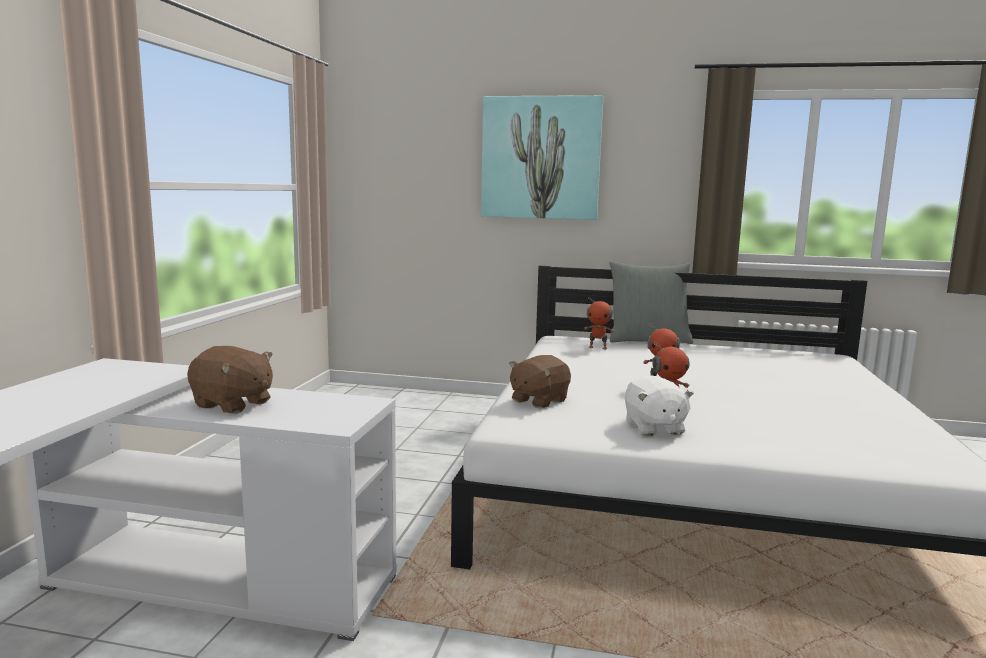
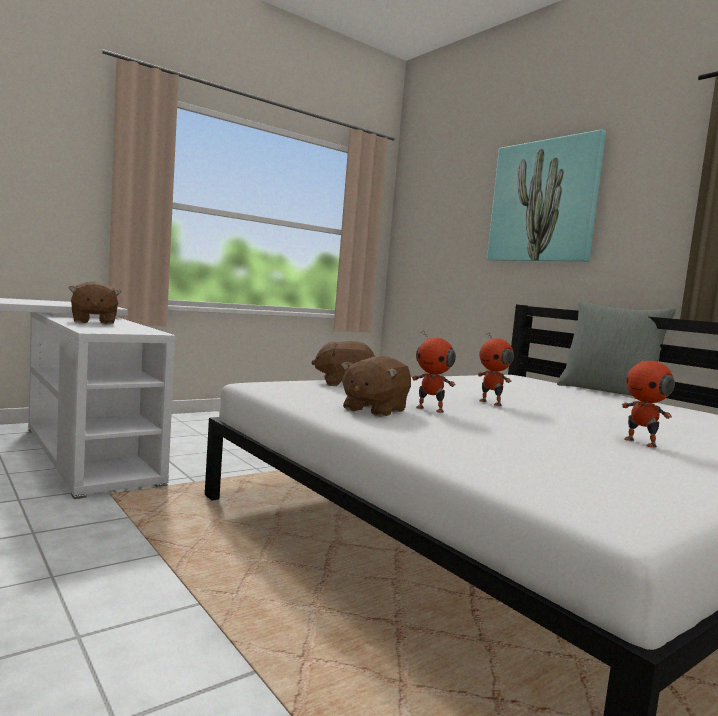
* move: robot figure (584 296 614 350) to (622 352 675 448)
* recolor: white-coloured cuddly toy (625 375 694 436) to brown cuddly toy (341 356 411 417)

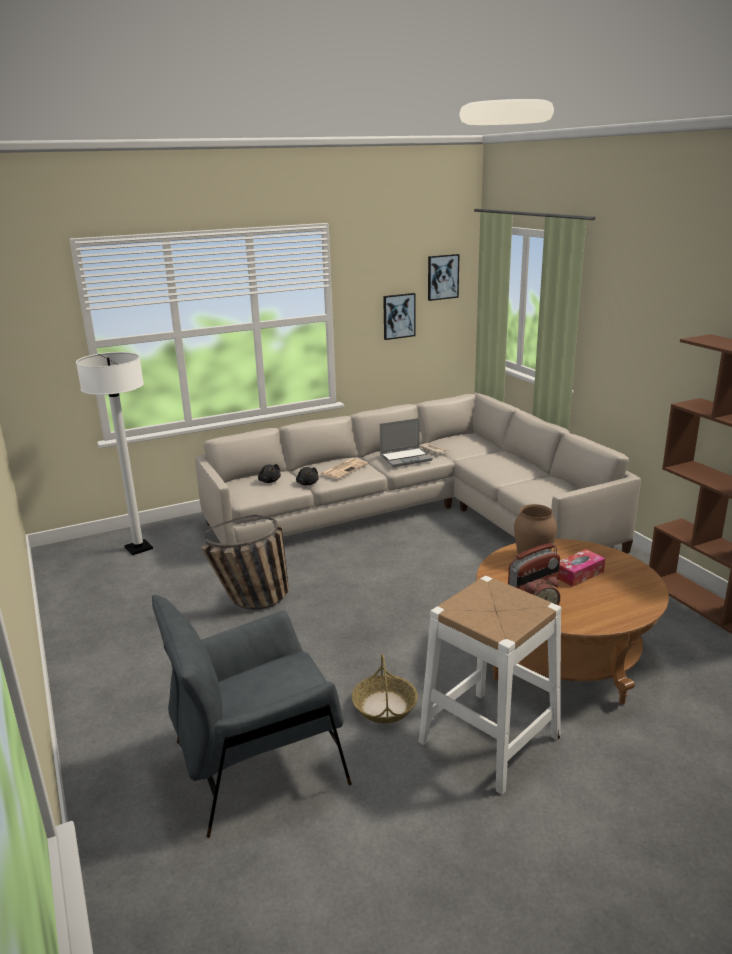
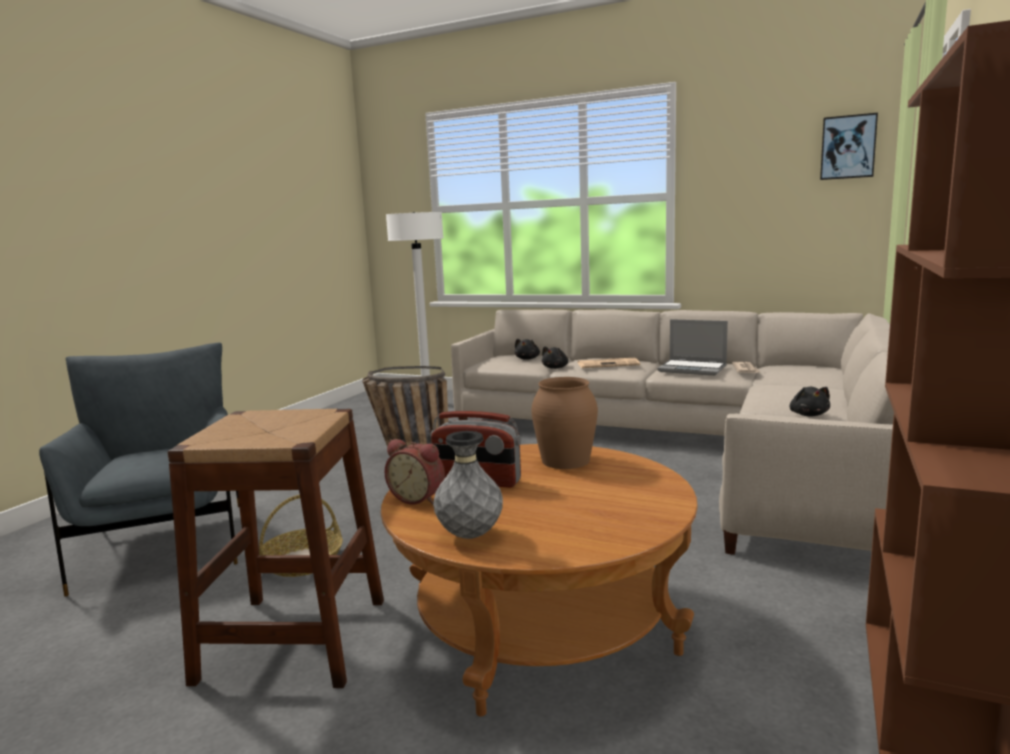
* delete: wall picture (383 293 416 340)
* delete: box of tissues (558 549 605 587)
* recolor: white-coloured stool seat (419 576 562 795) to brown stool seat (167 409 384 688)
* rotate: greyish easy chair (152 595 352 838) = (39 343 239 597) 45 degrees clockwise
* insert: black cuddly toy (790 386 830 417)
* insert: greyish flower vase (433 431 503 539)

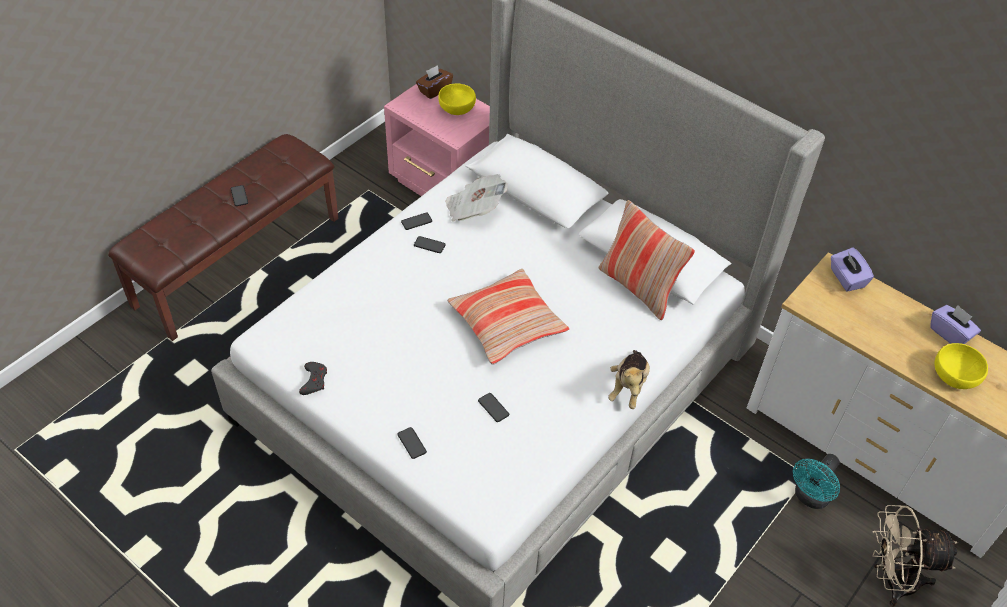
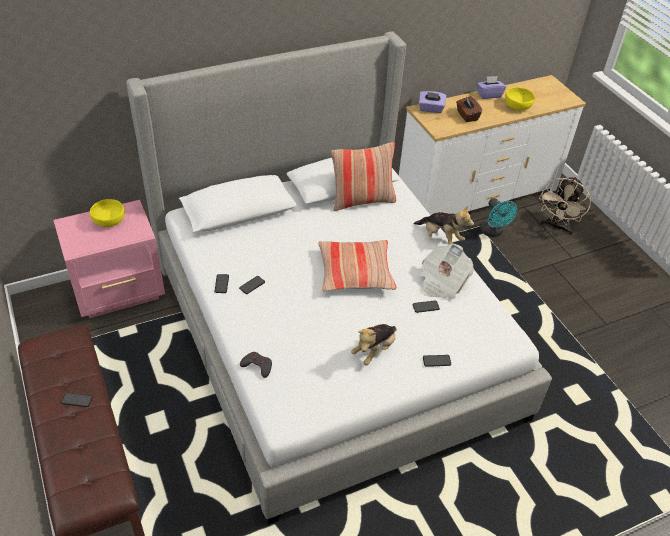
* move: brown box of tissues (416 65 453 99) to (456 96 482 122)
* move: printed paper (445 174 508 222) to (420 244 474 299)
* move: greyish joypad (299 362 327 395) to (240 352 272 378)
* insert: cuddly toy (351 324 396 365)

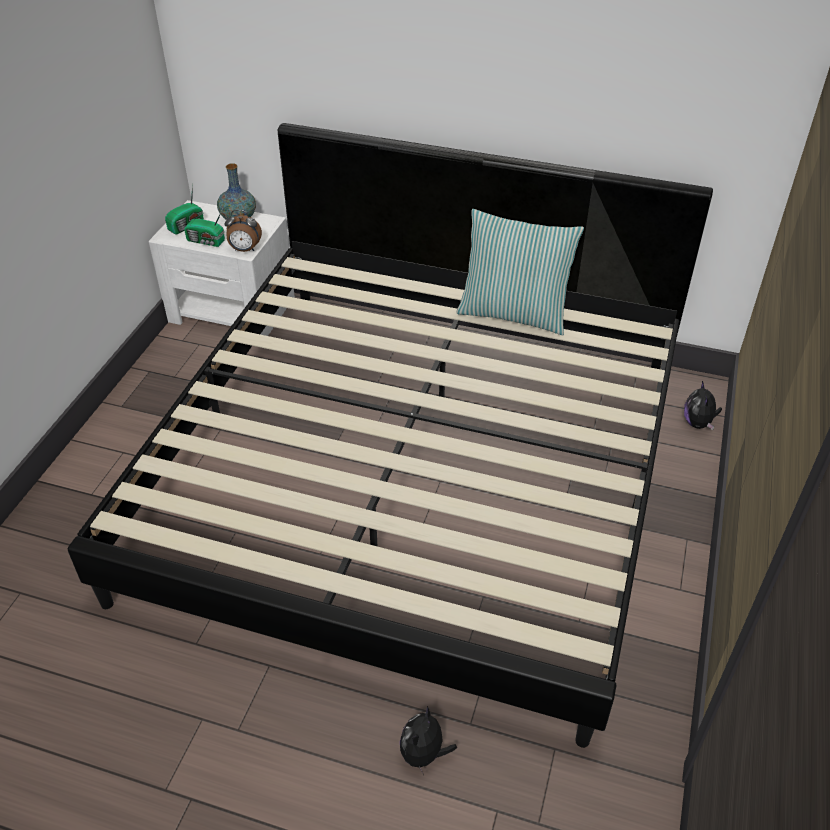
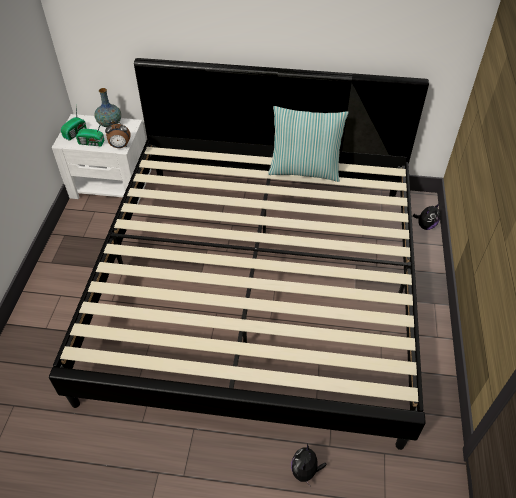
* rotate: cuddly toy (684 381 722 430) = (413 204 440 230) 120 degrees counterclockwise

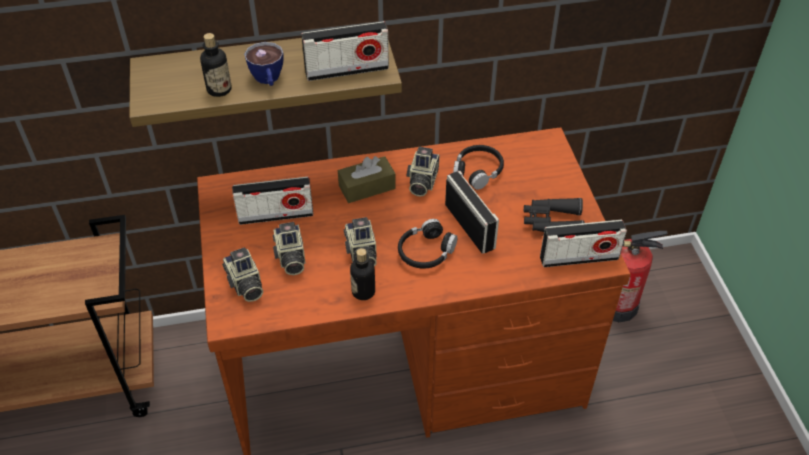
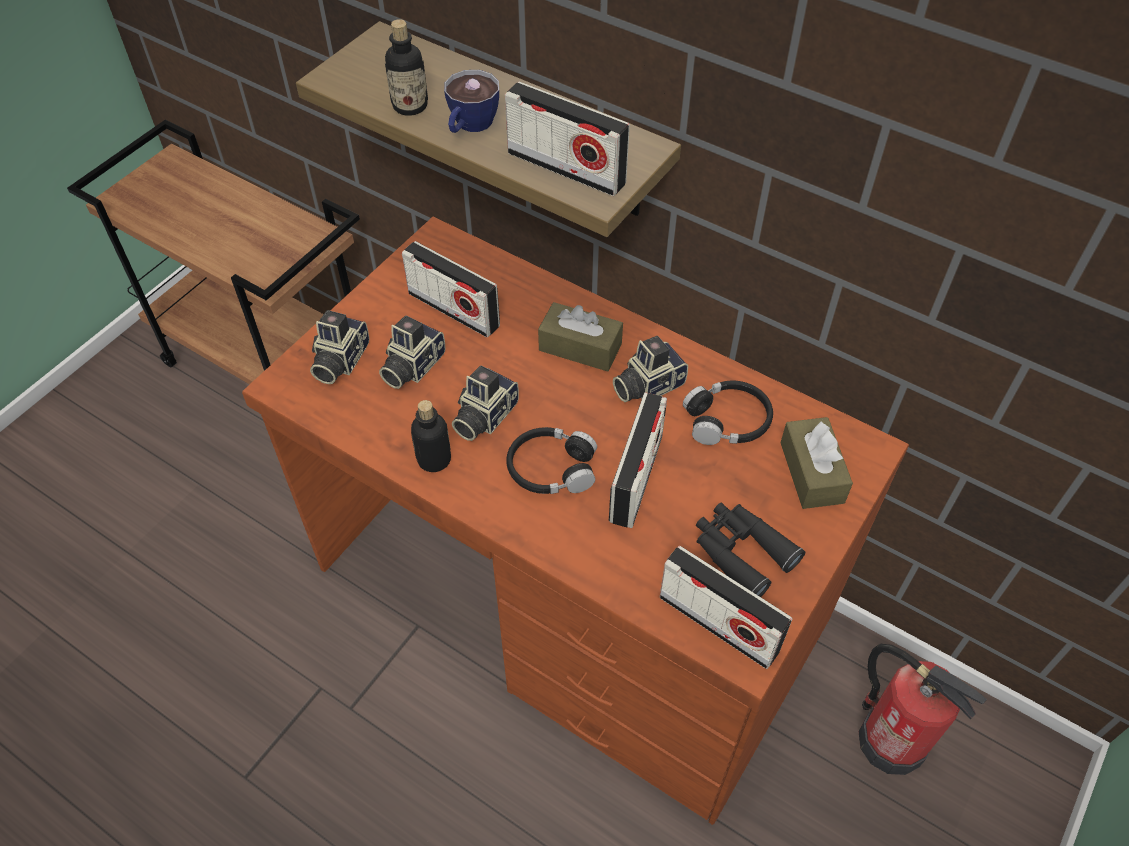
* insert: brown box of tissues (780 417 853 509)

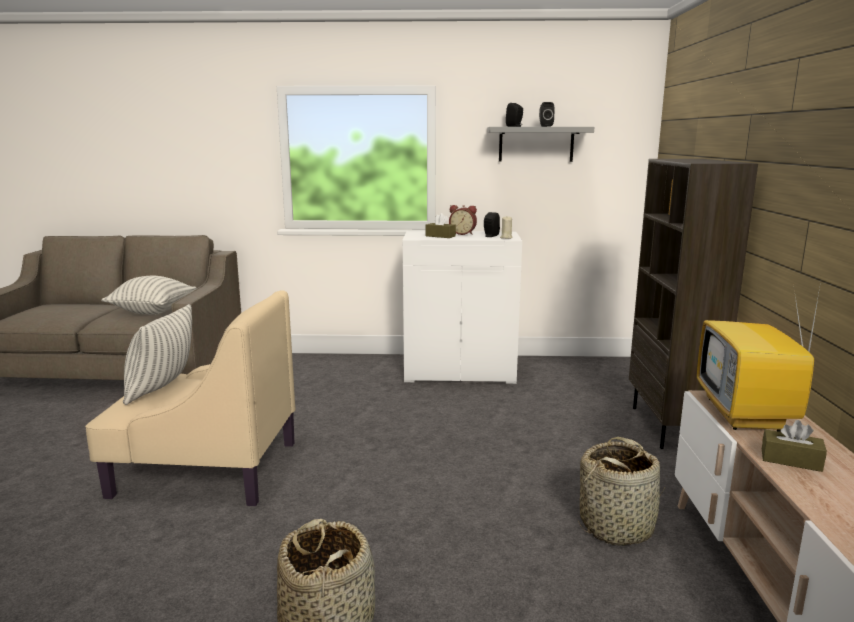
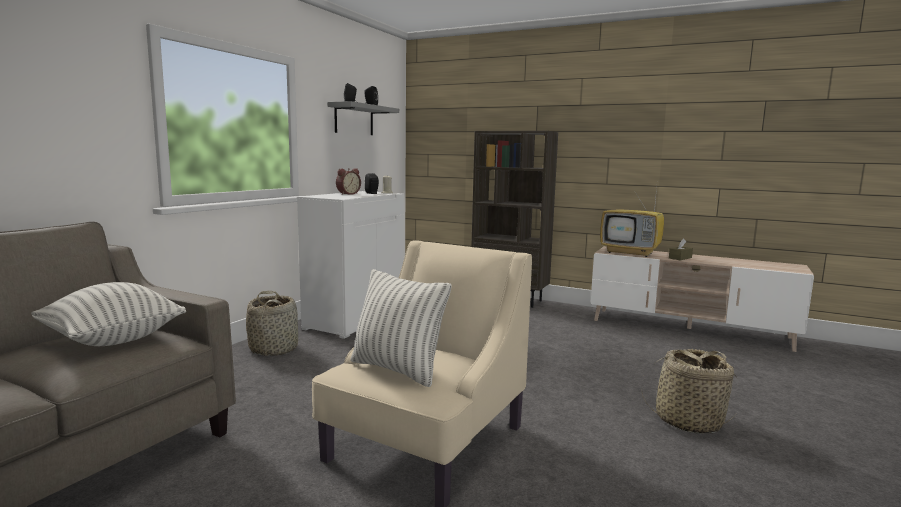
* delete: brown box of tissues (426 213 456 238)
* move: storage basket (578 437 665 546) to (246 291 298 356)

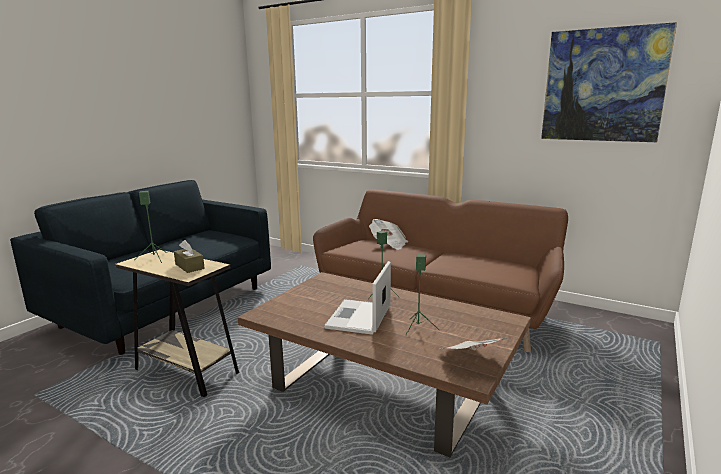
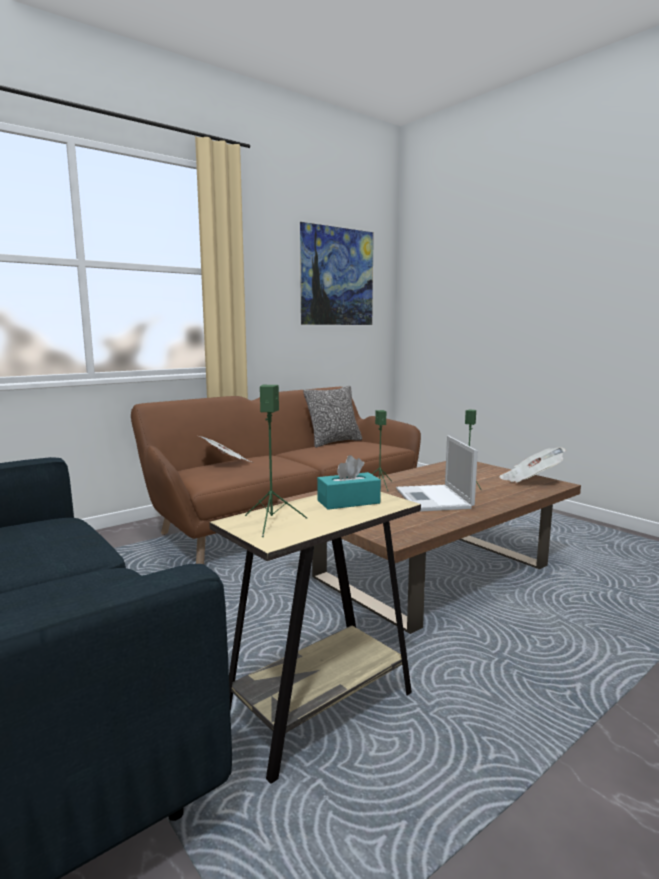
* recolor: brown box of tissues (174 240 205 273) to blue-green box of tissues (317 455 381 510)
* rotate: portable computer (324 261 391 335) = (396 435 478 512) 45 degrees clockwise
* insert: throw pillow (303 386 362 448)

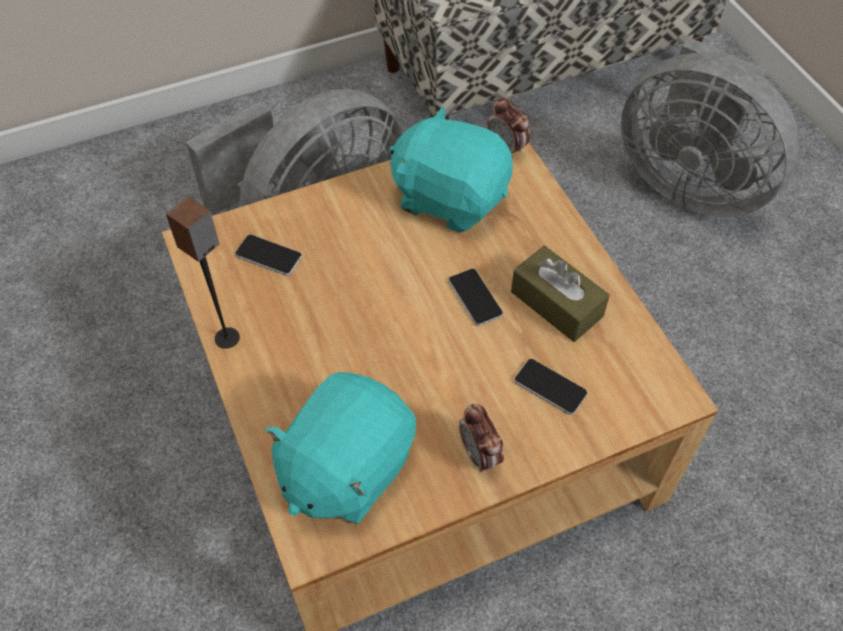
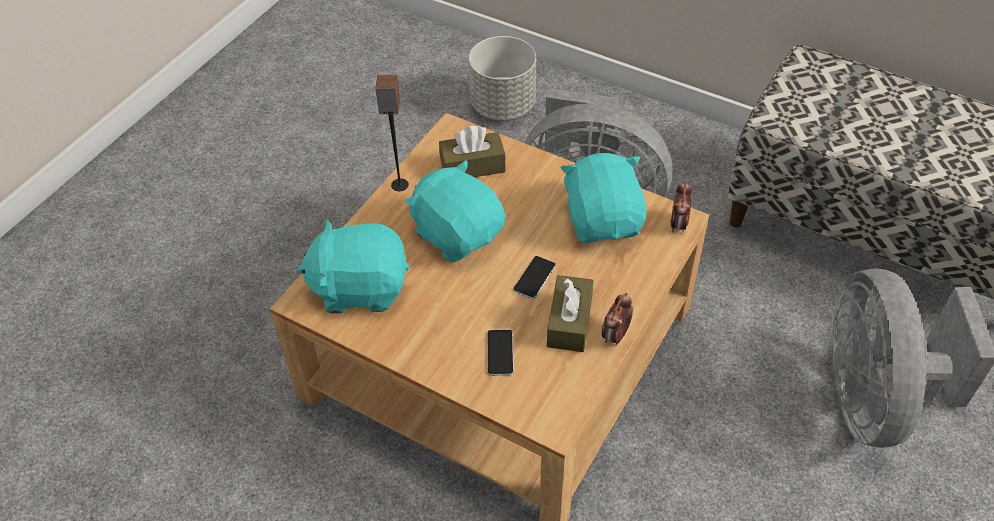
* replace: telephone (235 235 302 276) to brown box of tissues (439 126 506 177)
* move: bedside clock (459 404 504 472) to (601 293 633 346)
* insert: greyish plant pot (469 36 536 120)
* insert: blue-green cuddly toy (405 160 505 262)

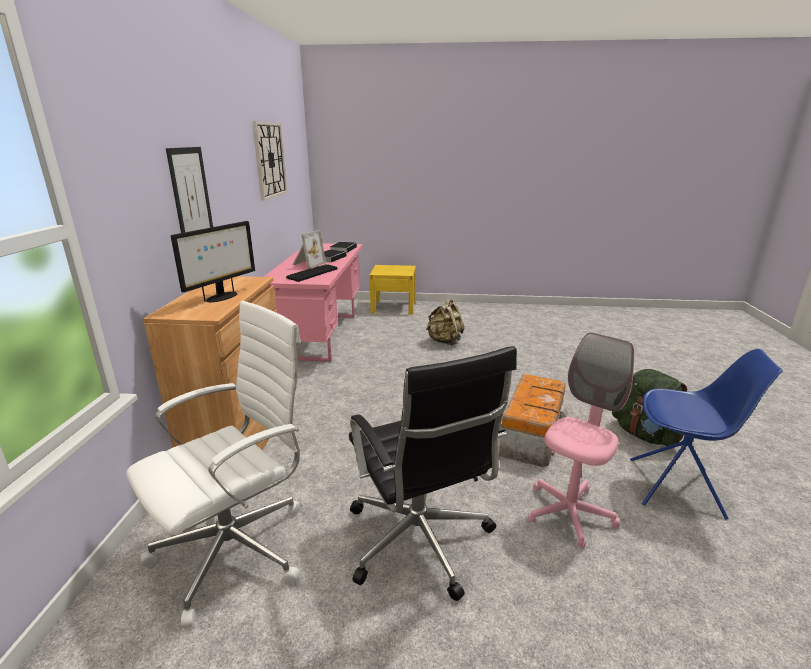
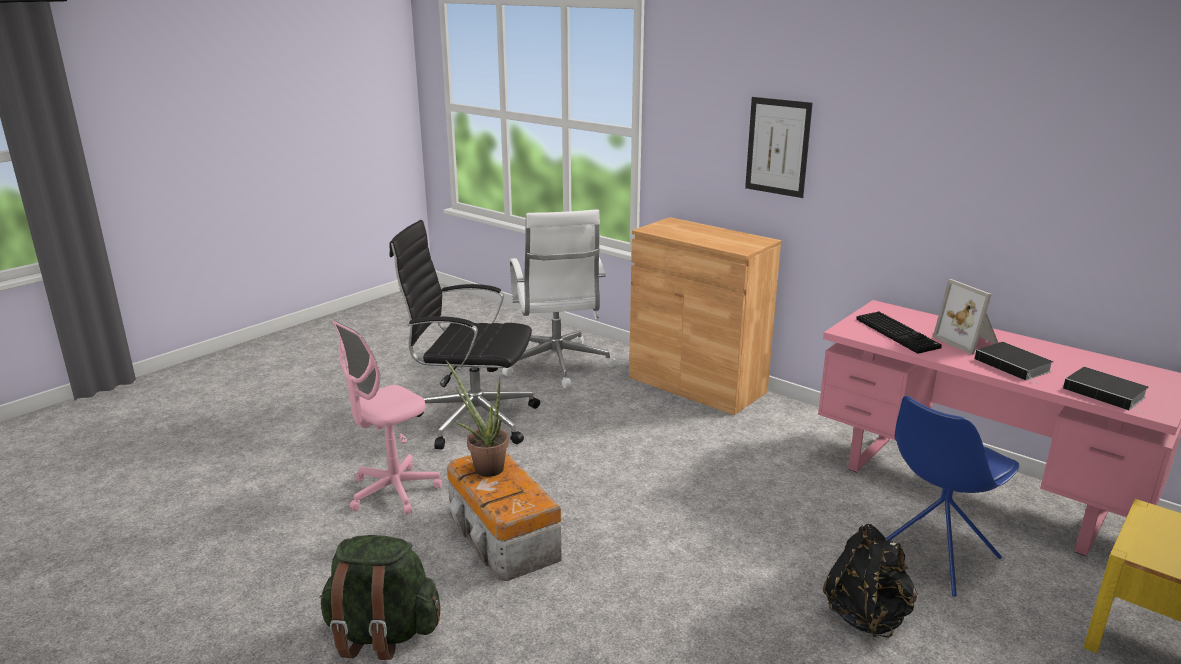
* delete: hanging clock (252 121 287 200)
* delete: computer screen (171 221 255 302)
* recolor: sand-coloured rucksack (426 300 464 346) to black rucksack (823 524 917 638)
* rotate: pink computer chair (528 332 634 549) = (332 320 442 515) 60 degrees clockwise
* move: blue-coloured chair (630 349 783 520) to (886 396 1020 597)
* insert: potted plant (446 360 509 477)

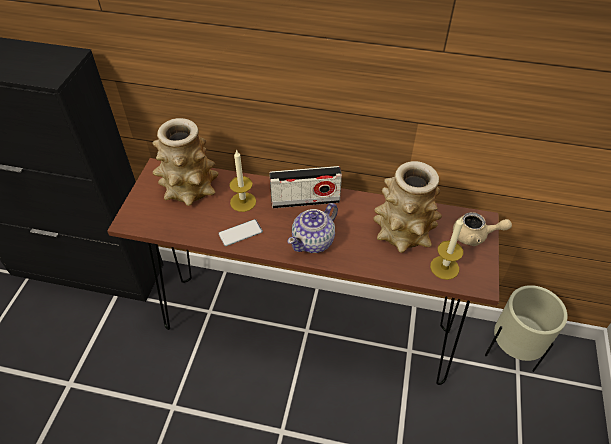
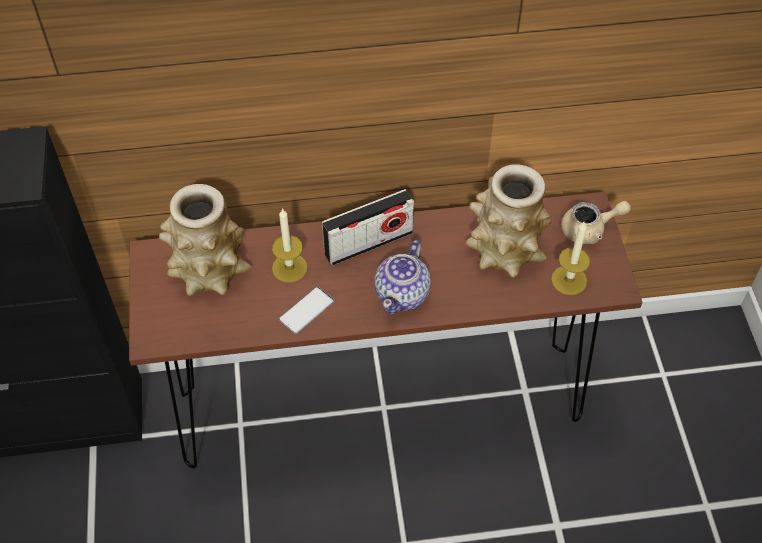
* delete: sand-coloured plant pot (485 285 568 372)

